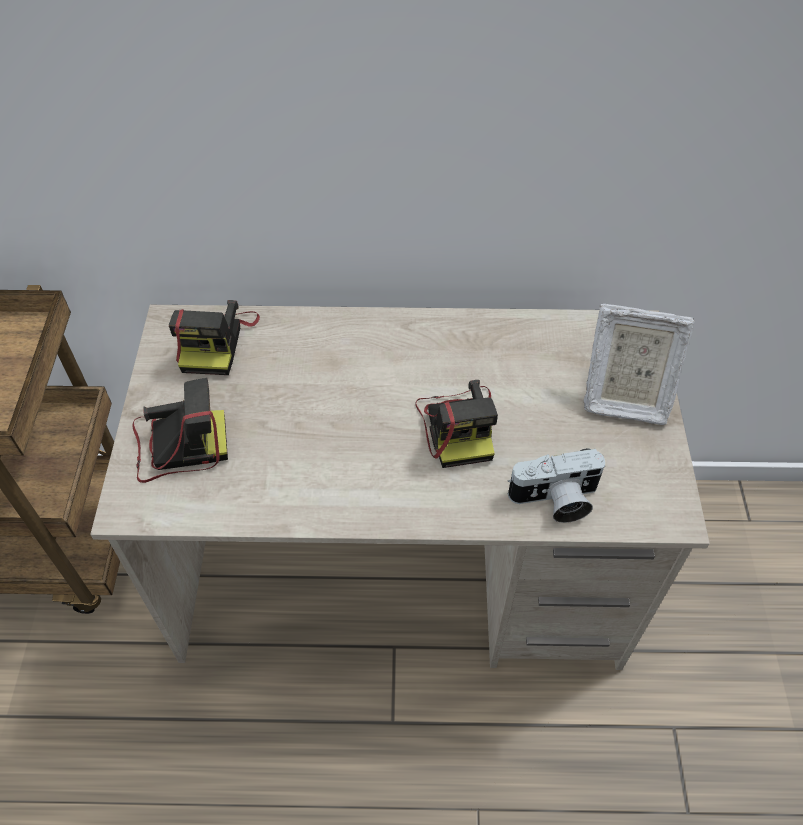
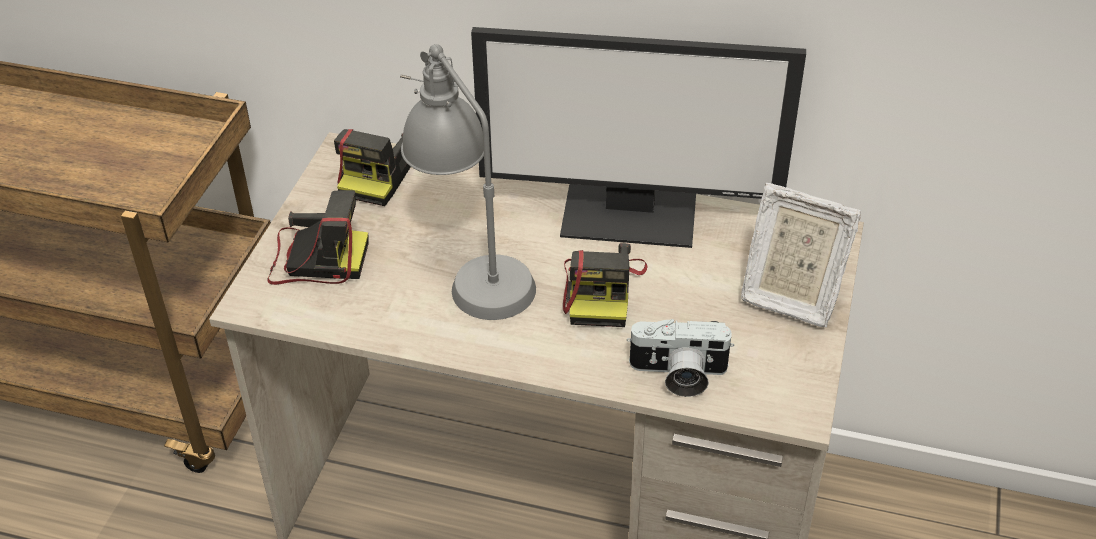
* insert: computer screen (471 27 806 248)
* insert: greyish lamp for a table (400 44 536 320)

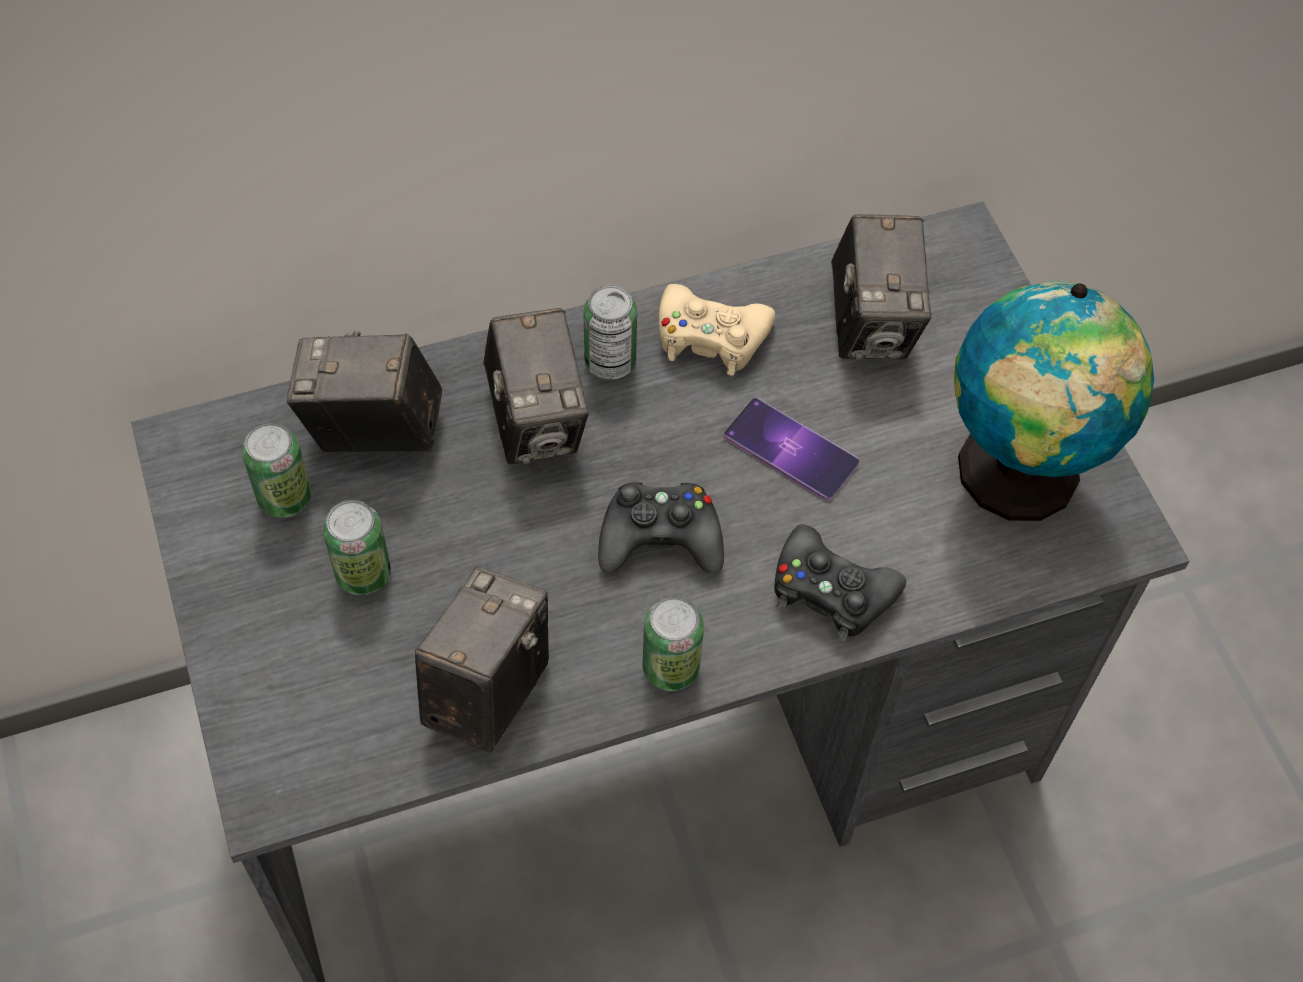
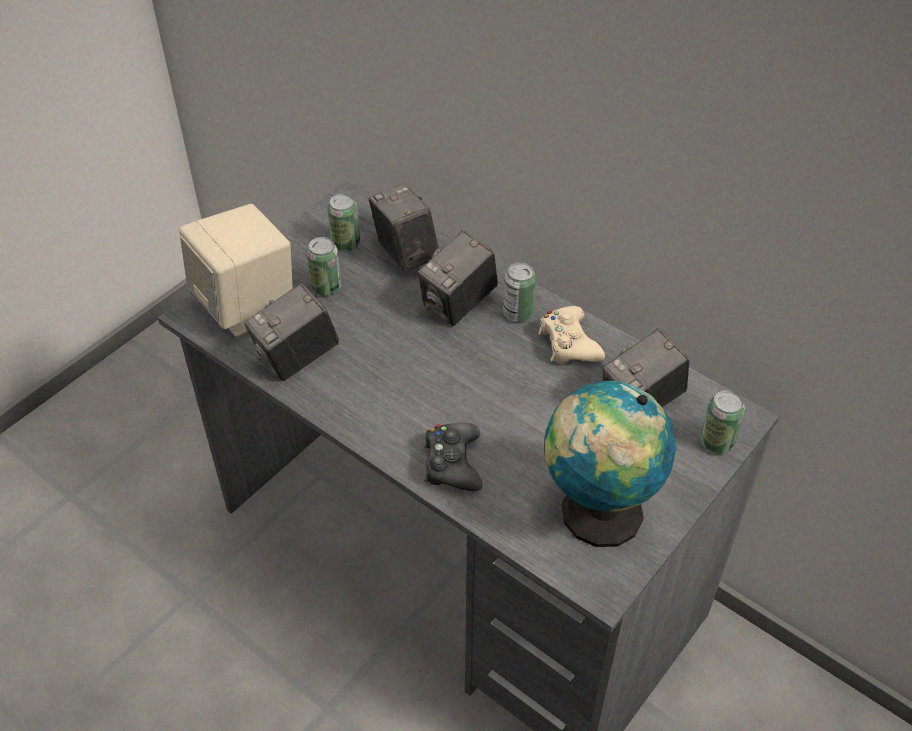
* delete: telephone (723 398 859 501)
* delete: black joypad (598 482 724 574)
* rotate: still camera (415 566 549 753) = (244 283 339 381) 150 degrees clockwise
* move: metal can (643 596 704 691) to (700 390 745 454)
* insert: sand-coloured audio speaker (179 204 293 338)

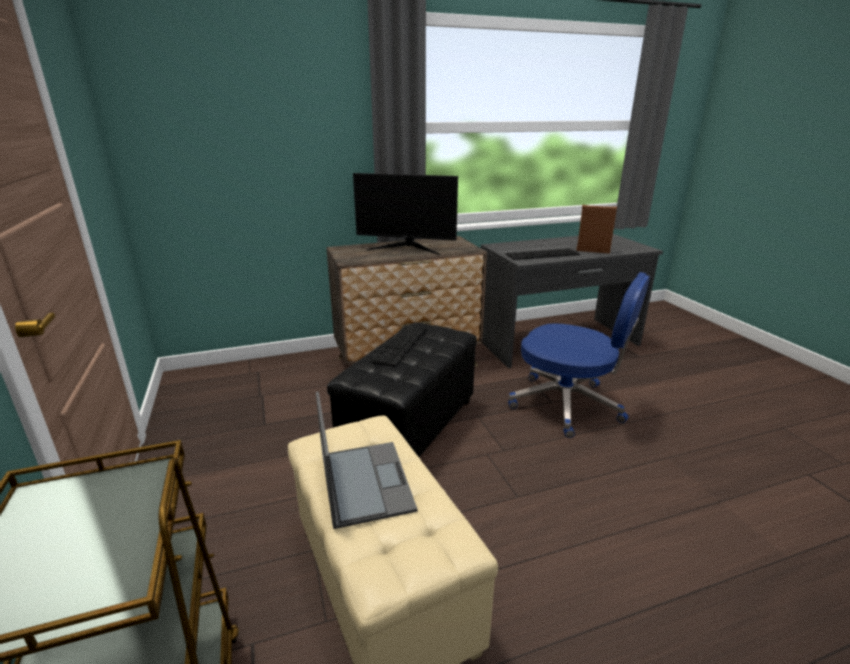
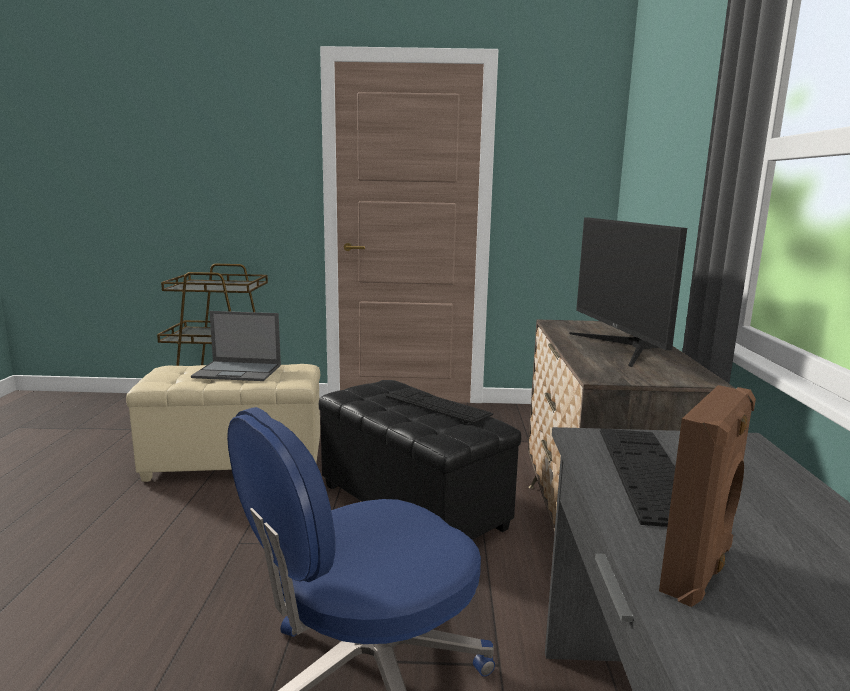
* rotate: computer screen (353 173 458 255) = (569 218 687 367) 45 degrees counterclockwise

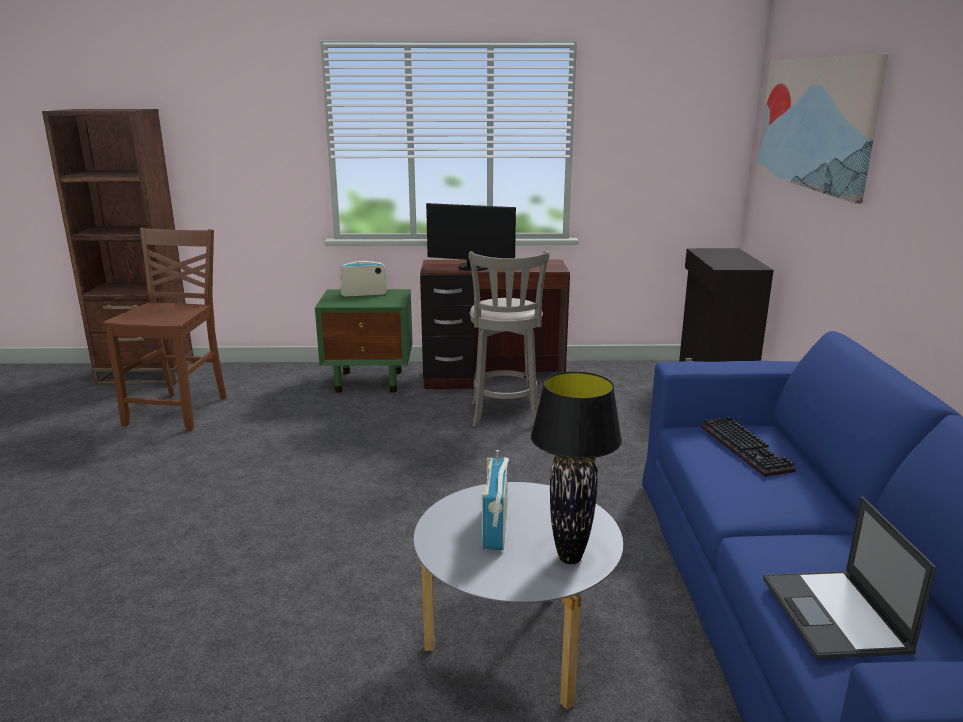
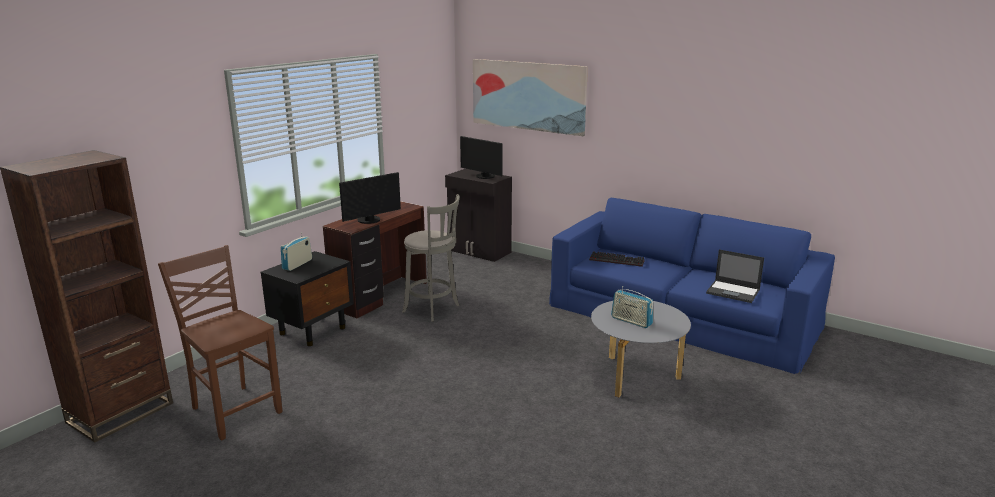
* recolor: greenish night table (315 289 413 393) to black night table (261 251 354 346)
* delete: black lamp for a table (531 372 622 564)
* insert: computer screen (460 136 502 179)

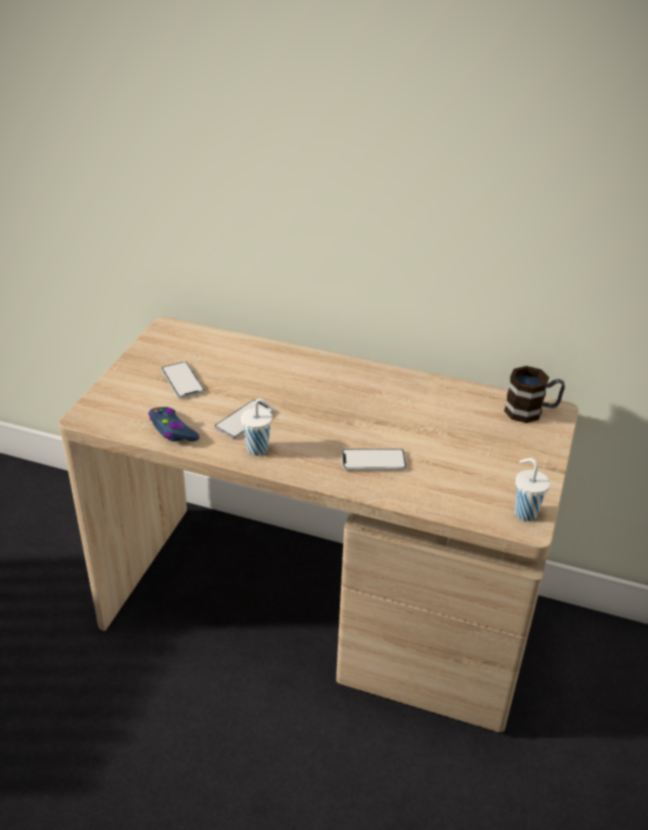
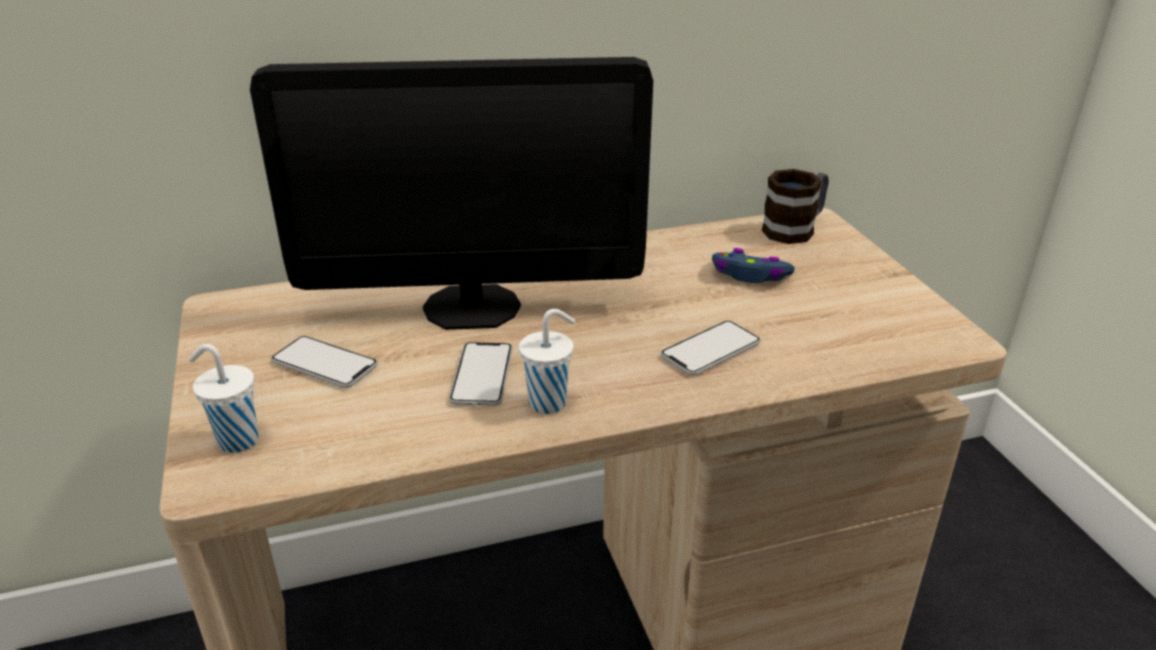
* move: blue-coloured joypad (148 407 200 442) to (712 248 795 283)
* move: white-coloured drinking cup (514 458 550 521) to (188 344 259 453)
* insert: computer screen (250 57 653 330)

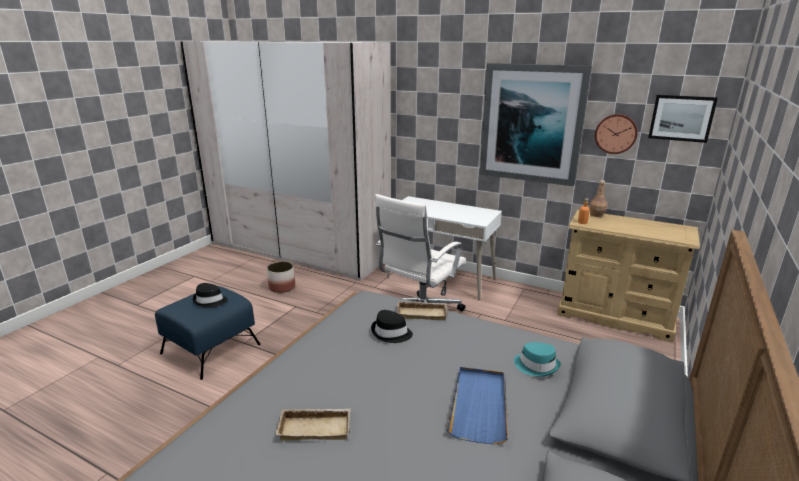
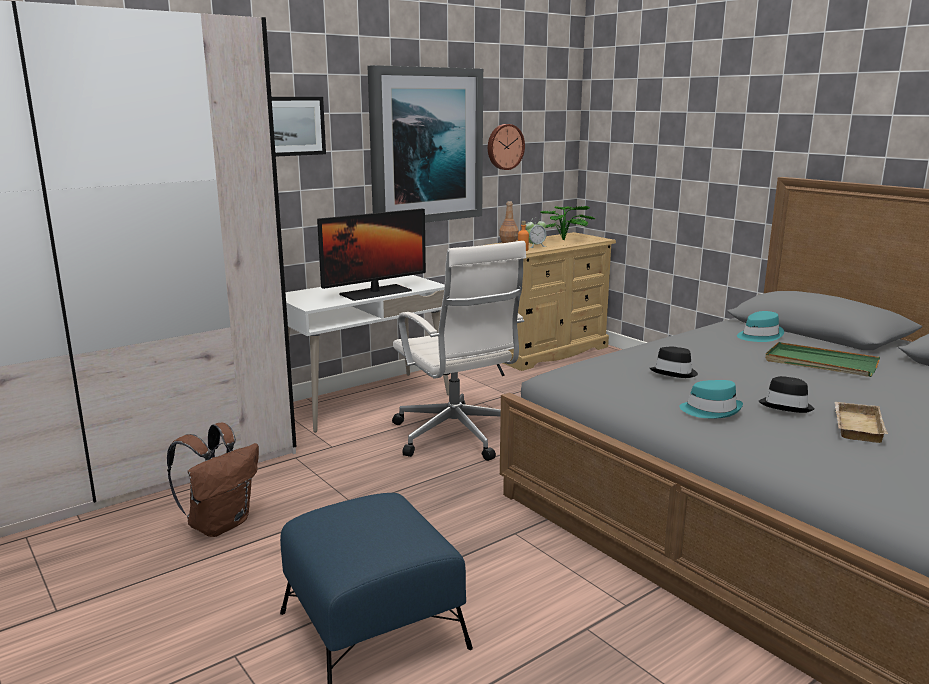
* move: wall picture (648 95 718 143) to (271 97 326 157)
* replace: plant pot (267 261 295 293) to brown rucksack (167 423 259 537)
* move: black wearable hat (193 283 228 307) to (759 376 814 413)
* delete: sand-coloured carrying tray (397 301 447 320)
* recolor: blue-coloured carrying tray (447 367 508 444) to greenish carrying tray (765 342 880 377)
* insert: potted plant (541 206 595 240)
* insert: computer screen (317 209 426 301)
* insert: bedside clock (526 220 546 248)
* insert: blue-green wearable hat (679 380 743 418)

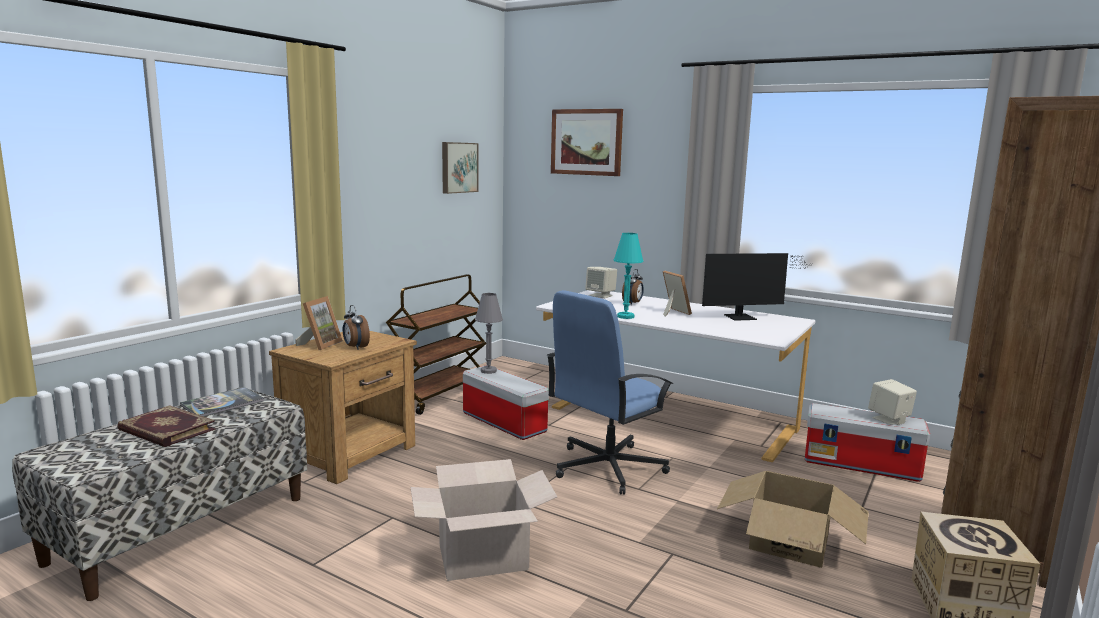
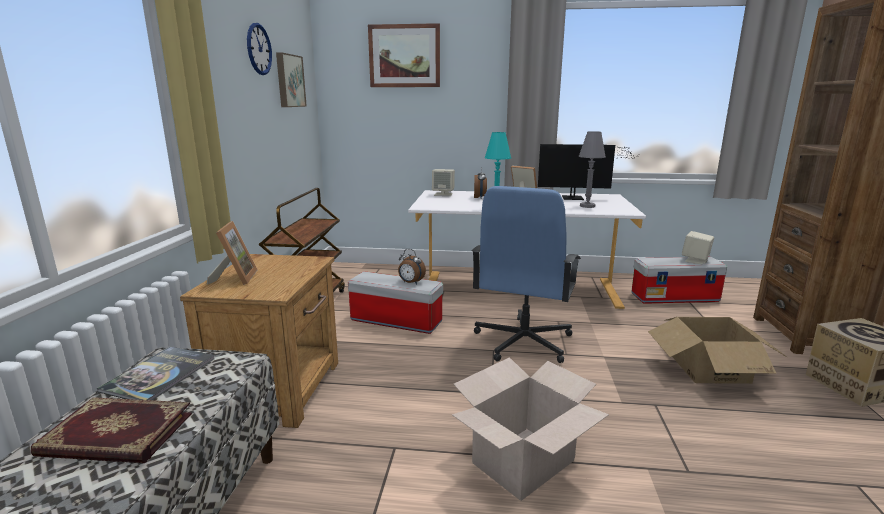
* rotate: computer screen (702 253 809 321) = (538 144 639 200) 45 degrees clockwise
* move: greyish lamp for a table (475 293 503 374) to (579 131 606 208)
* move: bedside clock (343 305 370 349) to (398 249 426 285)
* insert: hanging clock (247 23 272 75)

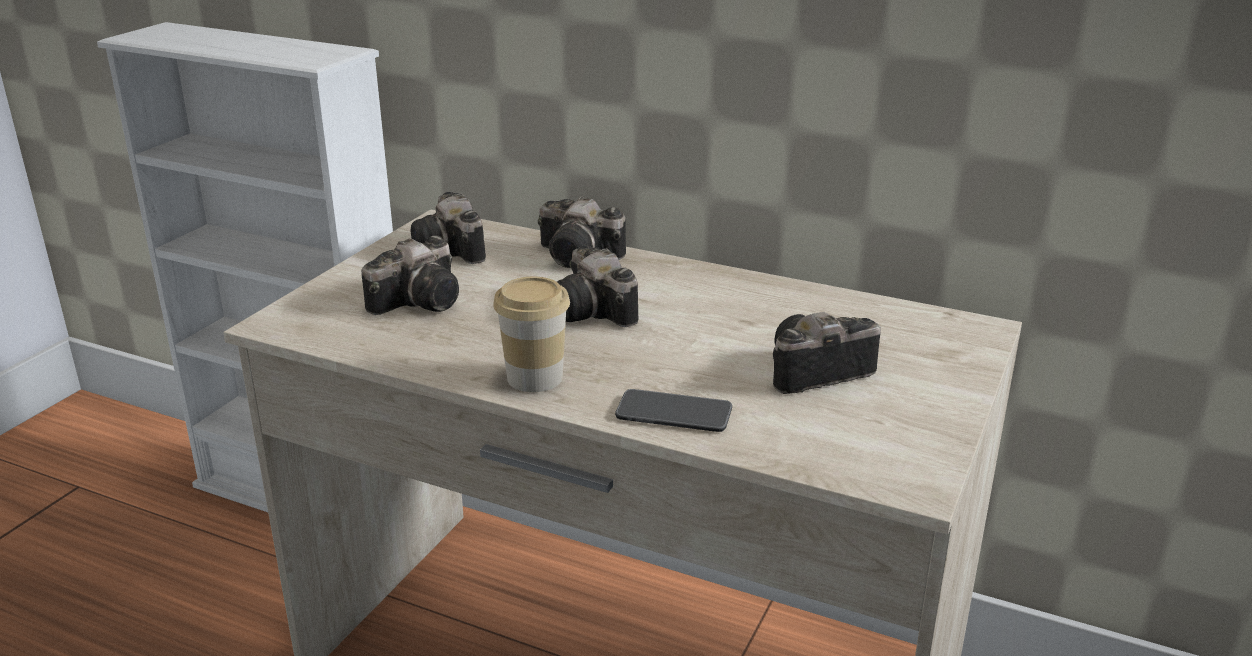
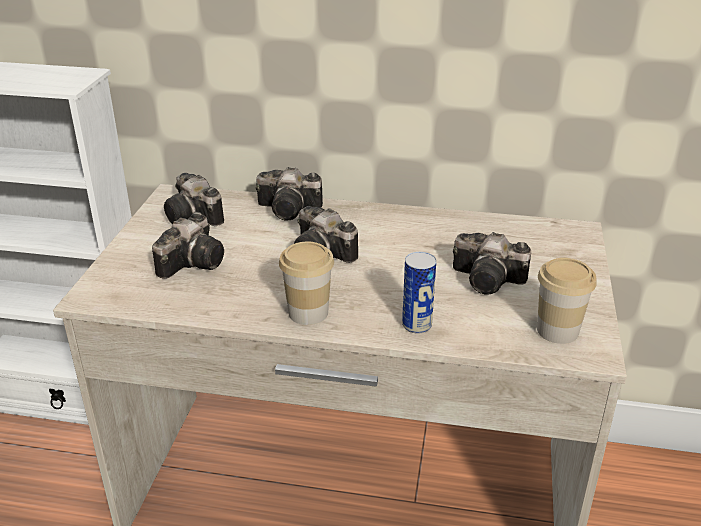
* rotate: still camera (773 312 881 394) = (453 232 531 295) 120 degrees counterclockwise
* replace: telephone (615 389 732 432) to metal can (402 252 436 334)
* insert: drinking cup (537 258 597 344)

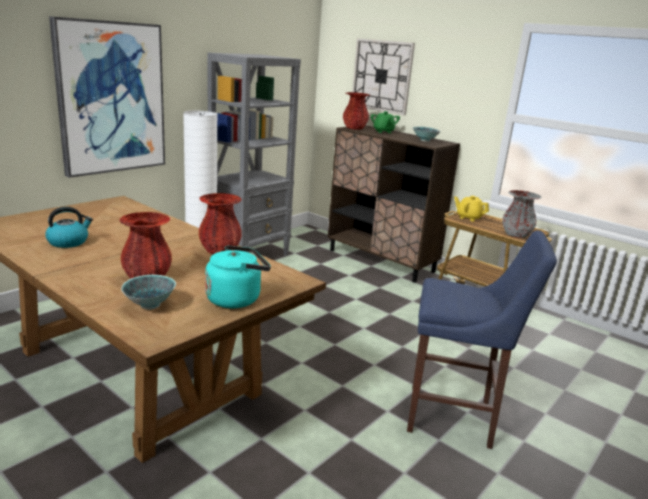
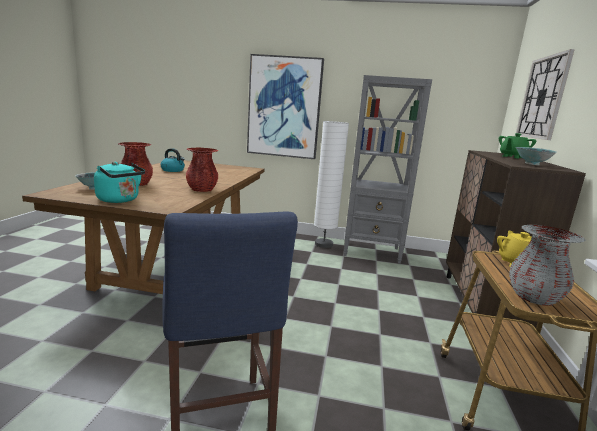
* delete: reddish flower vase (343 92 370 130)

